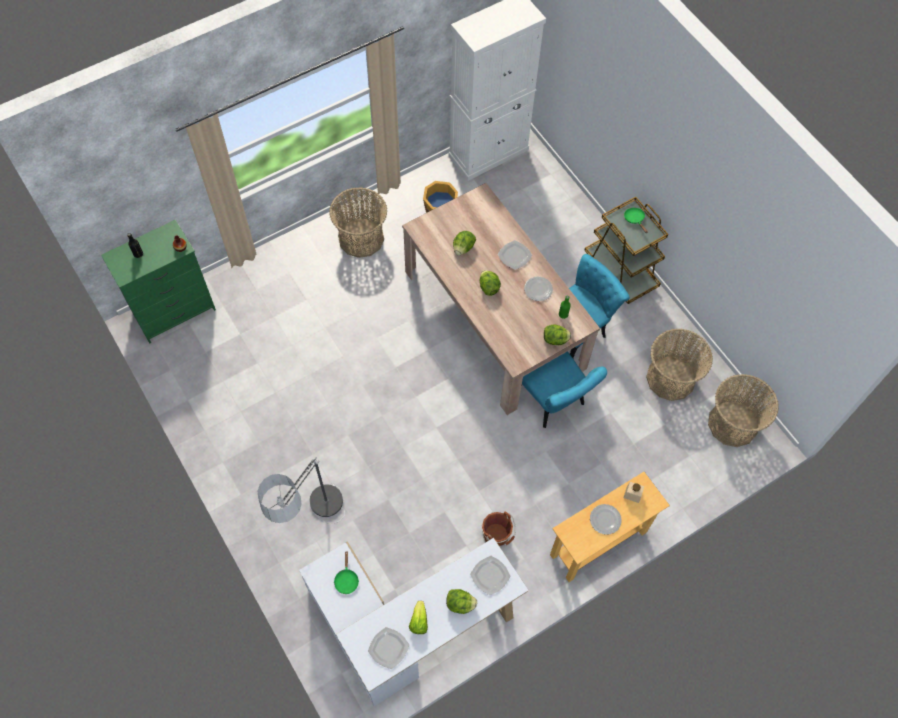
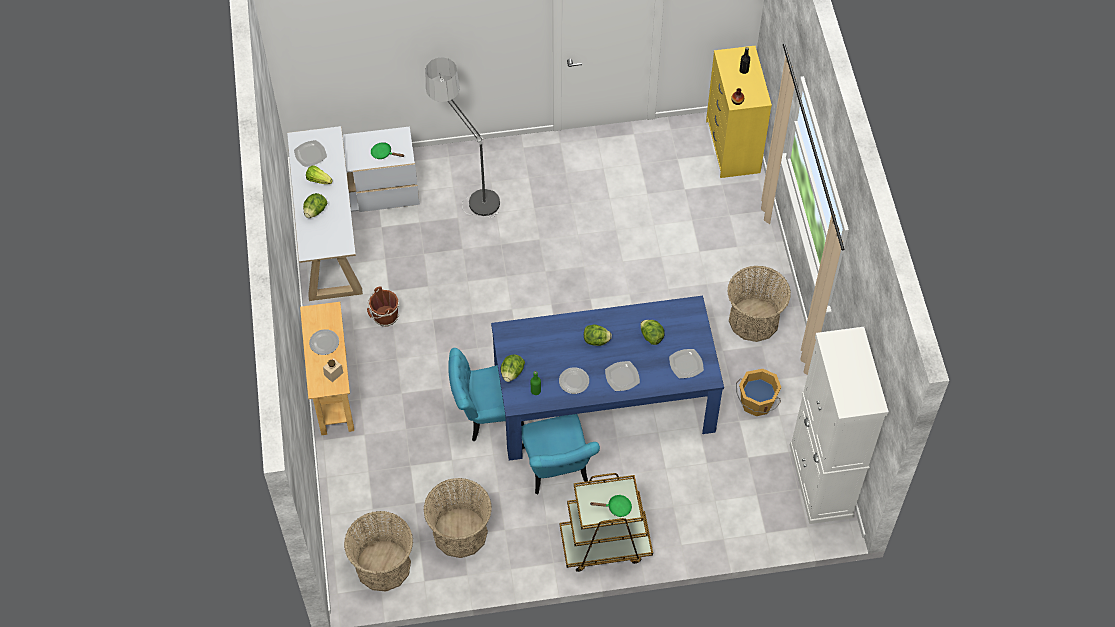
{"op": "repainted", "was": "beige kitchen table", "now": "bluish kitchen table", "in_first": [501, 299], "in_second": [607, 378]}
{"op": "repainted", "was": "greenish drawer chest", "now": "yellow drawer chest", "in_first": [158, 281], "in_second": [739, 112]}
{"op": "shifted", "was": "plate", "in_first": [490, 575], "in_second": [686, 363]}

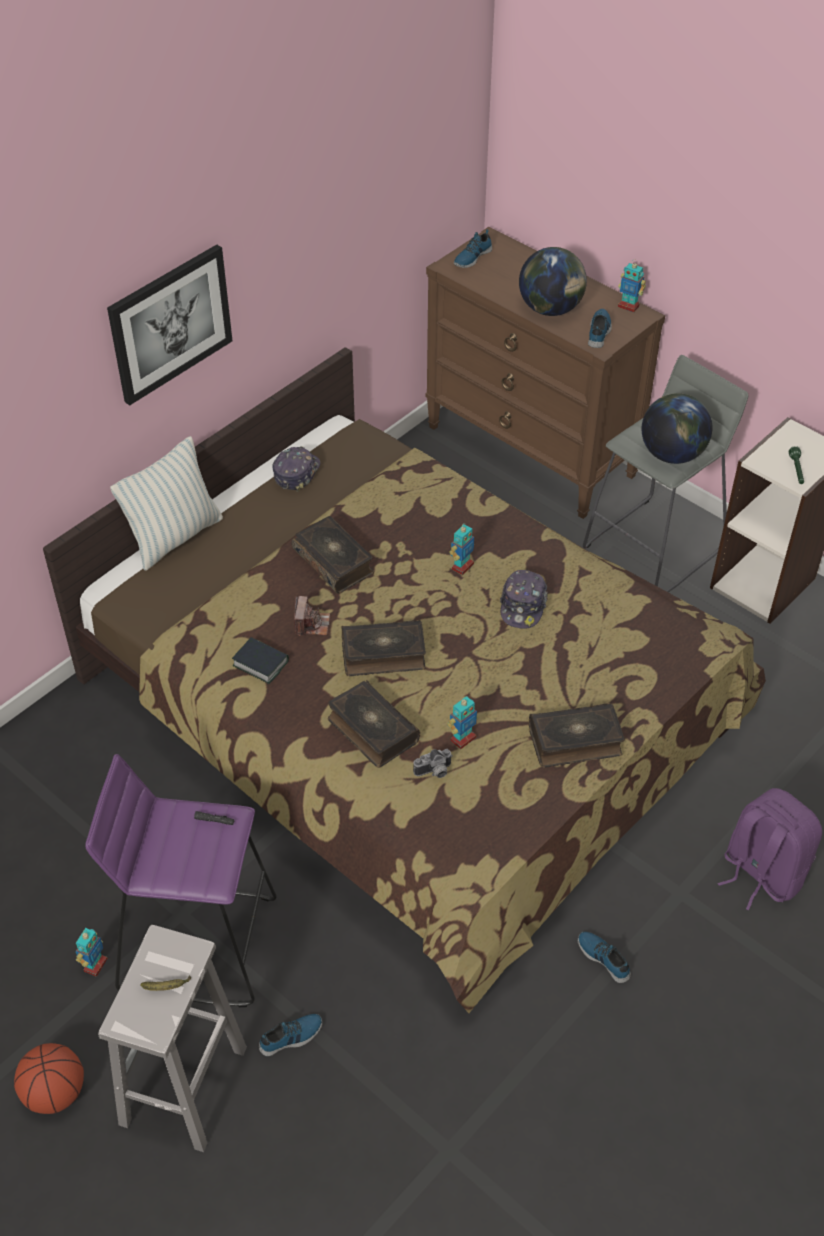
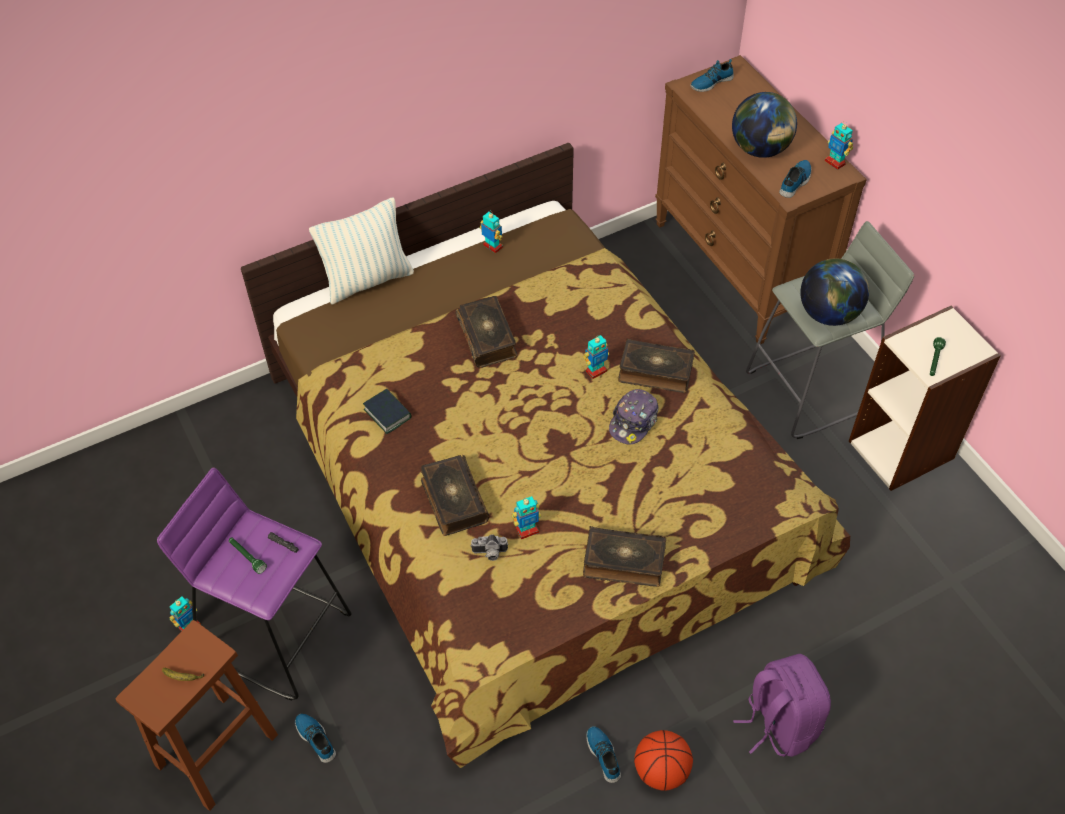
{"op": "gone", "was": "wall art", "in_first": [169, 325]}
{"op": "swapped", "was": "baseball cap", "now": "toy robot", "in_first": [296, 469], "in_second": [491, 231]}
{"op": "gone", "was": "still camera", "in_first": [312, 616]}
{"op": "shifted", "was": "bound book", "in_first": [384, 648], "in_second": [656, 365]}
{"op": "repainted", "was": "white-coloured stool", "now": "brown stool", "in_first": [172, 1038], "in_second": [196, 715]}
{"op": "rotated", "was": "item of footwear", "in_first": [290, 1035], "in_second": [315, 738], "clockwise": -120}
{"op": "shifted", "was": "basketball", "in_first": [49, 1078], "in_second": [663, 760]}
{"op": "new", "now": "greenish hand torch", "in_second": [248, 556]}

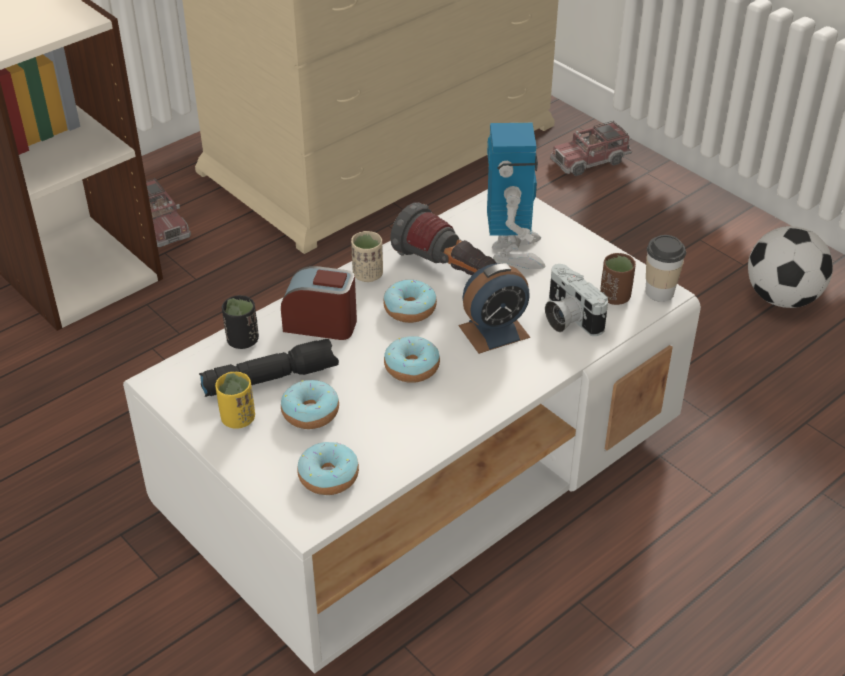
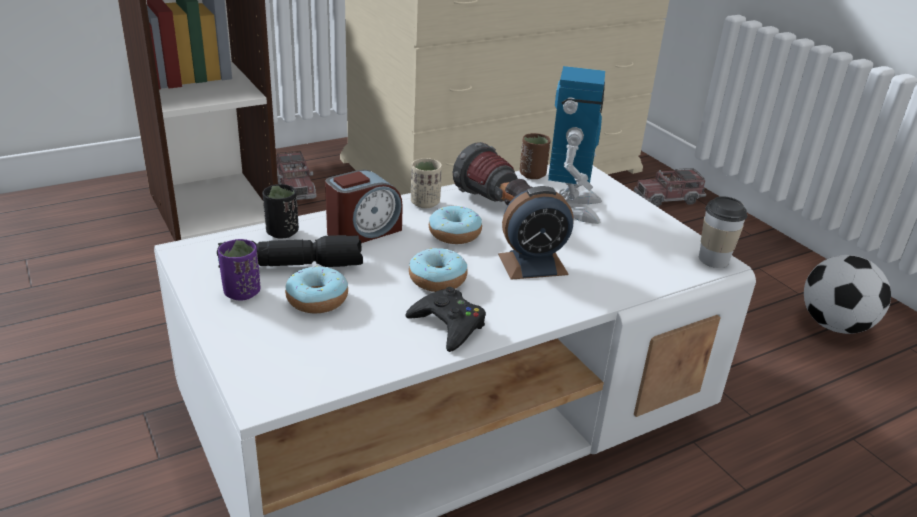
{"op": "shifted", "was": "brown small cup", "in_first": [618, 279], "in_second": [535, 156]}
{"op": "gone", "was": "still camera", "in_first": [576, 300]}
{"op": "rotated", "was": "table clock", "in_first": [319, 303], "in_second": [364, 206], "clockwise": 120}
{"op": "repainted", "was": "yellow small cup", "now": "purplish small cup", "in_first": [235, 400], "in_second": [239, 270]}
{"op": "gone", "was": "ring doughnut", "in_first": [328, 468]}
{"op": "new", "now": "black game controller", "in_second": [445, 319]}

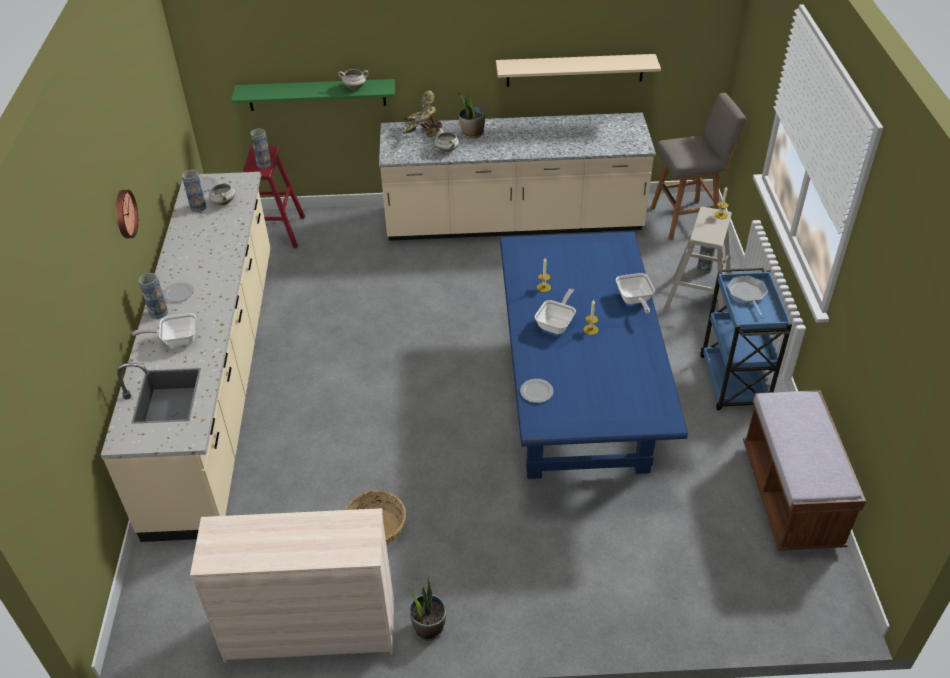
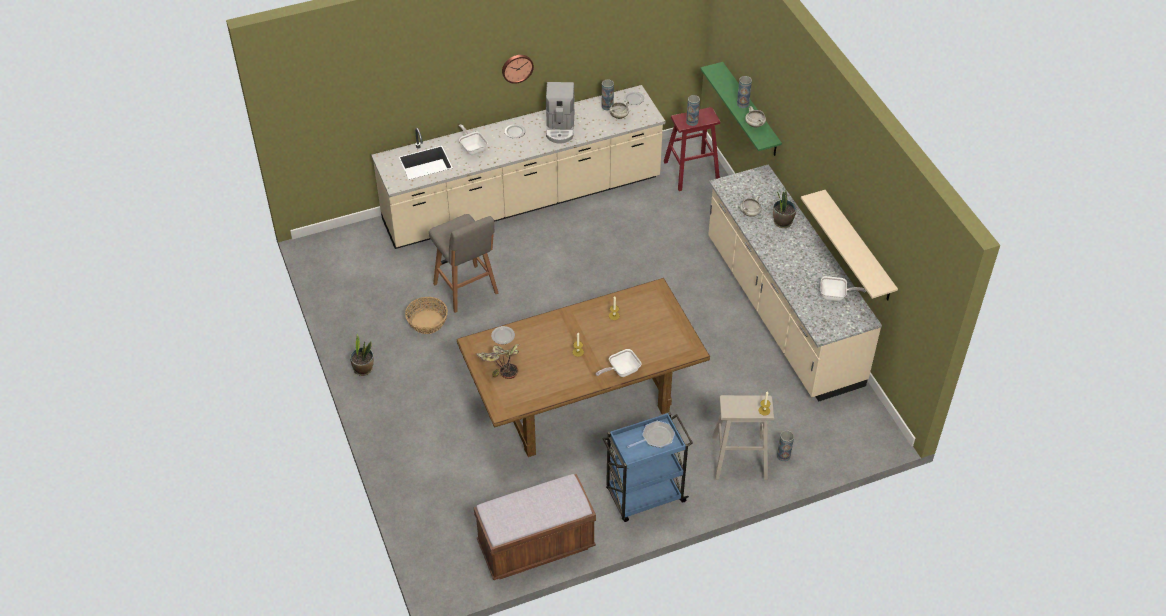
{"op": "shifted", "was": "plant in a pot", "in_first": [423, 114], "in_second": [497, 361]}
{"op": "shifted", "was": "grey stool", "in_first": [698, 166], "in_second": [464, 263]}
{"op": "repainted", "was": "bluish kitchen table", "now": "brown kitchen table", "in_first": [594, 355], "in_second": [583, 367]}
{"op": "shifted", "was": "flower vase", "in_first": [153, 296], "in_second": [744, 92]}
{"op": "shifted", "was": "pan", "in_first": [555, 311], "in_second": [843, 288]}
{"op": "gone", "was": "beige drawer chest", "in_first": [292, 585]}
{"op": "new", "now": "coffee brewer", "in_second": [560, 113]}

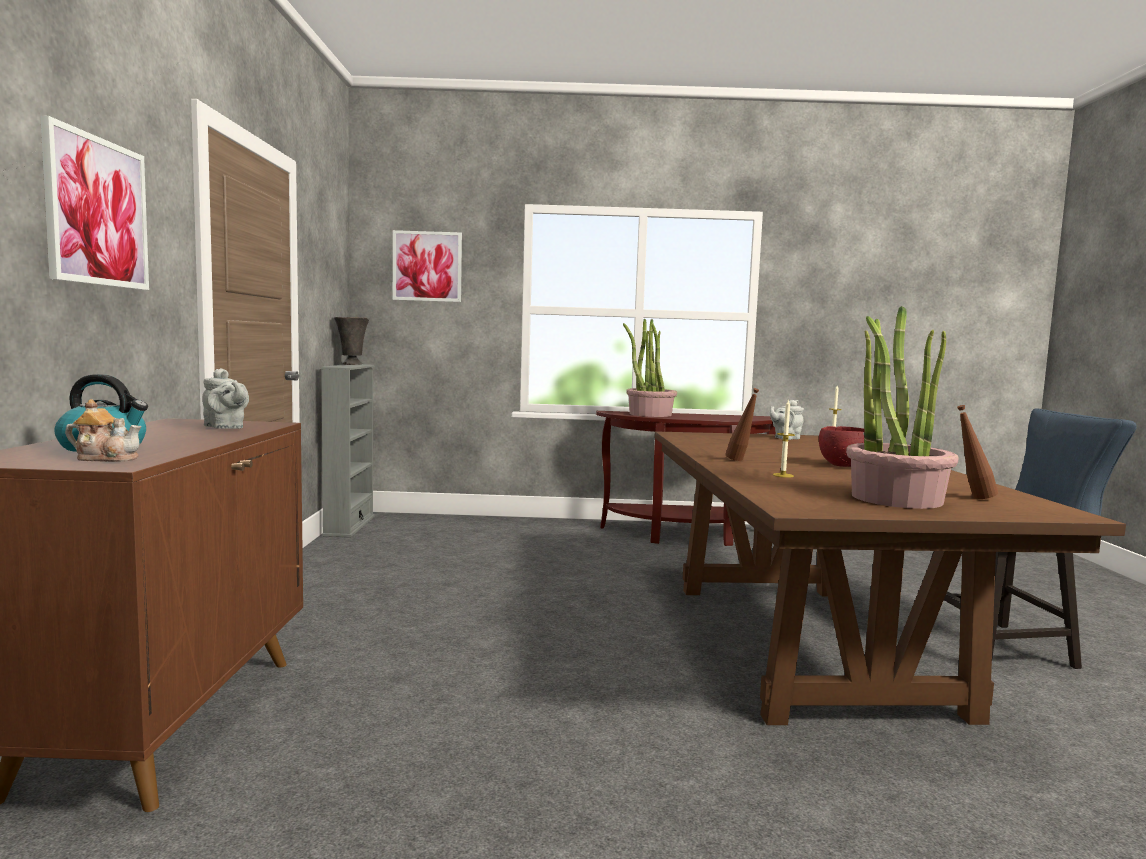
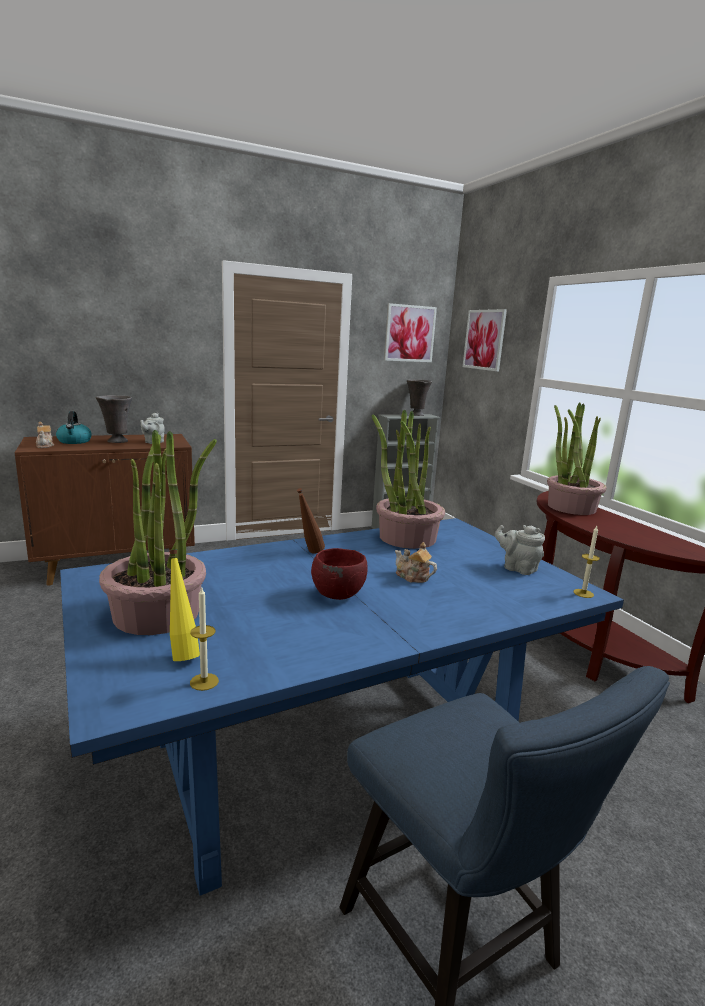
{"op": "shifted", "was": "wall art", "in_first": [94, 202], "in_second": [410, 332]}
{"op": "shifted", "was": "wax light", "in_first": [784, 439], "in_second": [204, 638]}
{"op": "repainted", "was": "brown drink bottle", "now": "yellow drink bottle", "in_first": [977, 452], "in_second": [184, 605]}
{"op": "repainted", "was": "brown kitchen table", "now": "bluish kitchen table", "in_first": [890, 578], "in_second": [342, 707]}
{"op": "new", "now": "grey flower vase", "in_second": [114, 419]}
{"op": "new", "now": "plant in a pot", "in_second": [408, 479]}
{"op": "new", "now": "tea pot", "in_second": [416, 562]}

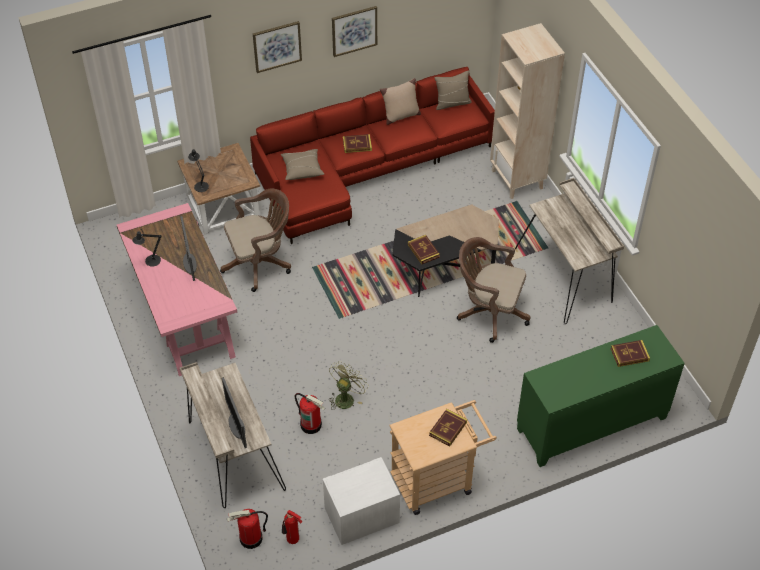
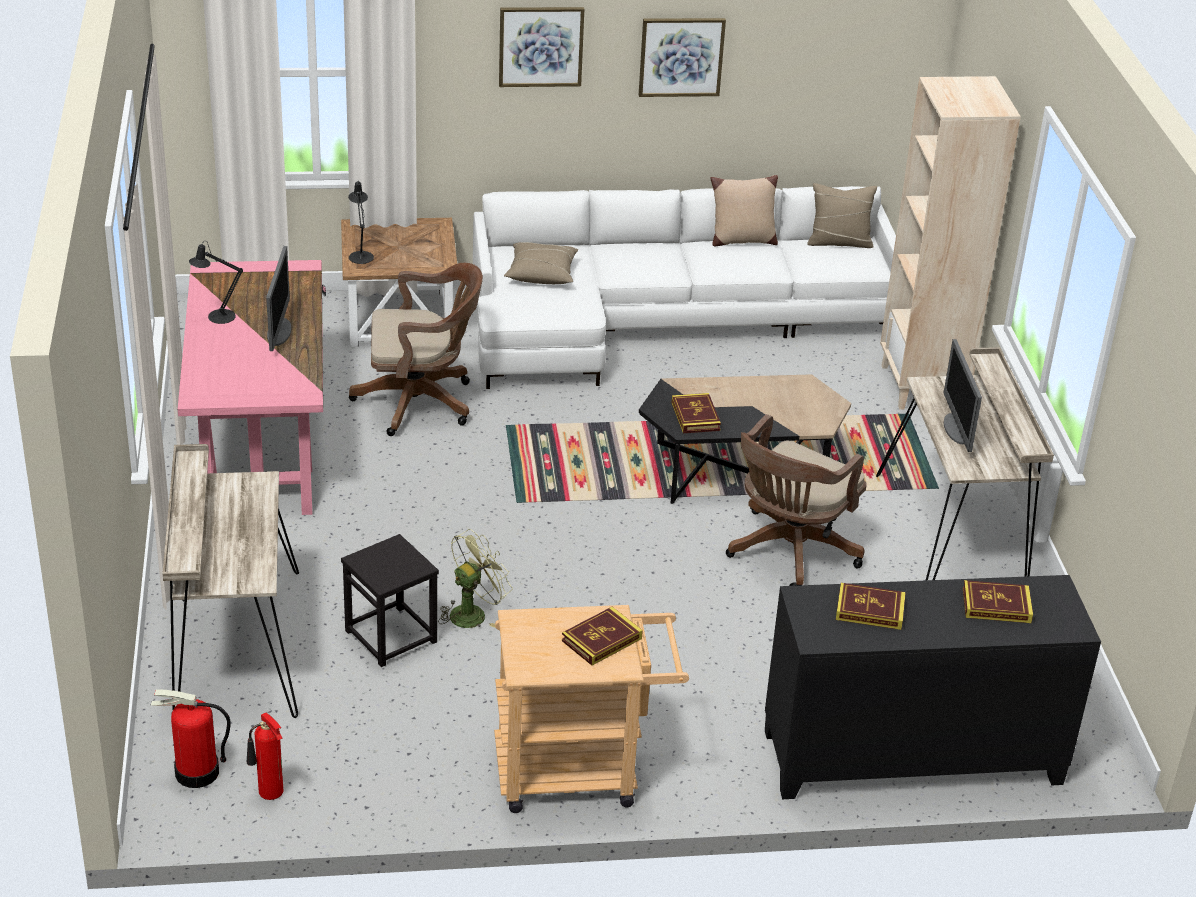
{"op": "repainted", "was": "red-coloured settee", "now": "white-coloured settee", "in_first": [372, 155], "in_second": [684, 287]}
{"op": "shifted", "was": "bound book", "in_first": [357, 143], "in_second": [871, 606]}
{"op": "rotated", "was": "brown office chair", "in_first": [494, 290], "in_second": [796, 500], "clockwise": -90}
{"op": "repainted", "was": "greenish cabinet", "now": "black cabinet", "in_first": [601, 396], "in_second": [933, 687]}
{"op": "shifted", "was": "monitor", "in_first": [234, 412], "in_second": [963, 395]}
{"op": "swapped", "was": "extinguisher", "now": "black stool", "in_first": [310, 413], "in_second": [390, 600]}
{"op": "gone", "was": "white-coloured bedside table", "in_first": [361, 501]}

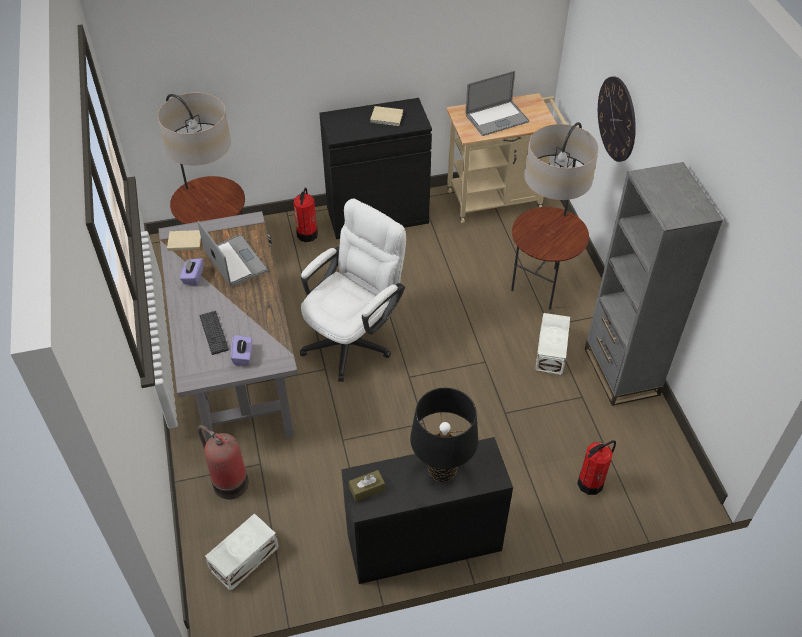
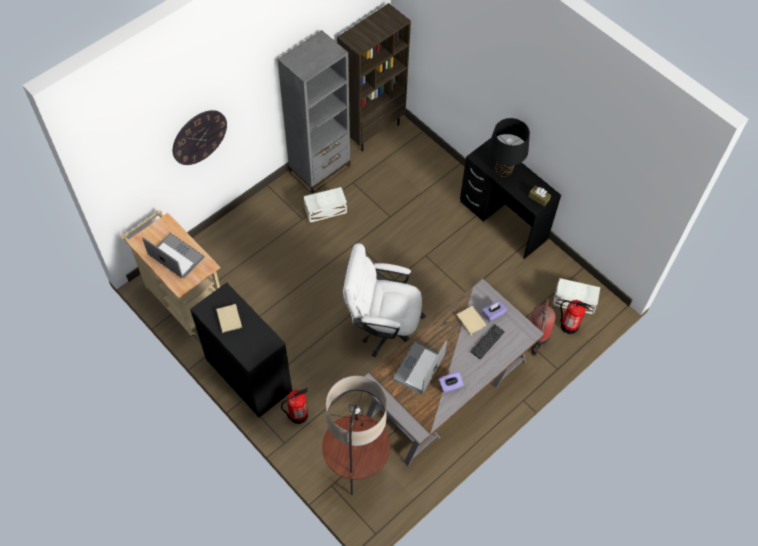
{"op": "gone", "was": "floor lamp", "in_first": [555, 215]}
{"op": "shifted", "was": "beige bound book", "in_first": [184, 240], "in_second": [471, 320]}
{"op": "shifted", "was": "extinguisher", "in_first": [596, 467], "in_second": [575, 317]}
{"op": "new", "now": "brown shelving unit", "in_second": [374, 77]}

